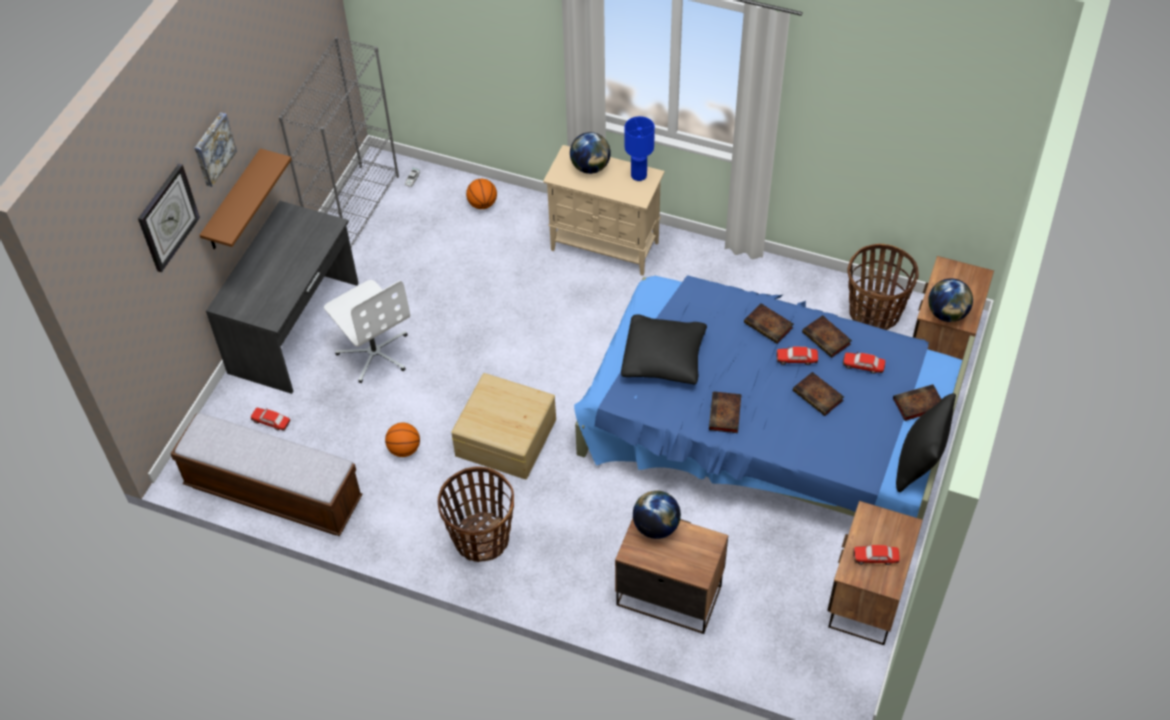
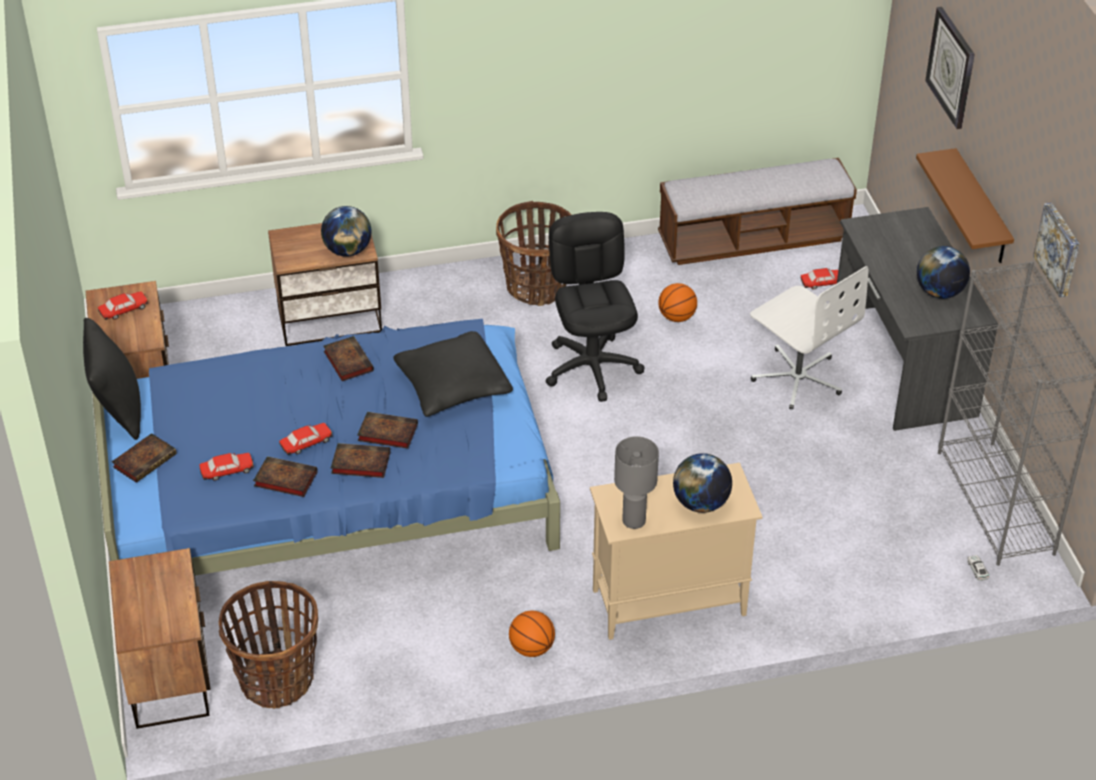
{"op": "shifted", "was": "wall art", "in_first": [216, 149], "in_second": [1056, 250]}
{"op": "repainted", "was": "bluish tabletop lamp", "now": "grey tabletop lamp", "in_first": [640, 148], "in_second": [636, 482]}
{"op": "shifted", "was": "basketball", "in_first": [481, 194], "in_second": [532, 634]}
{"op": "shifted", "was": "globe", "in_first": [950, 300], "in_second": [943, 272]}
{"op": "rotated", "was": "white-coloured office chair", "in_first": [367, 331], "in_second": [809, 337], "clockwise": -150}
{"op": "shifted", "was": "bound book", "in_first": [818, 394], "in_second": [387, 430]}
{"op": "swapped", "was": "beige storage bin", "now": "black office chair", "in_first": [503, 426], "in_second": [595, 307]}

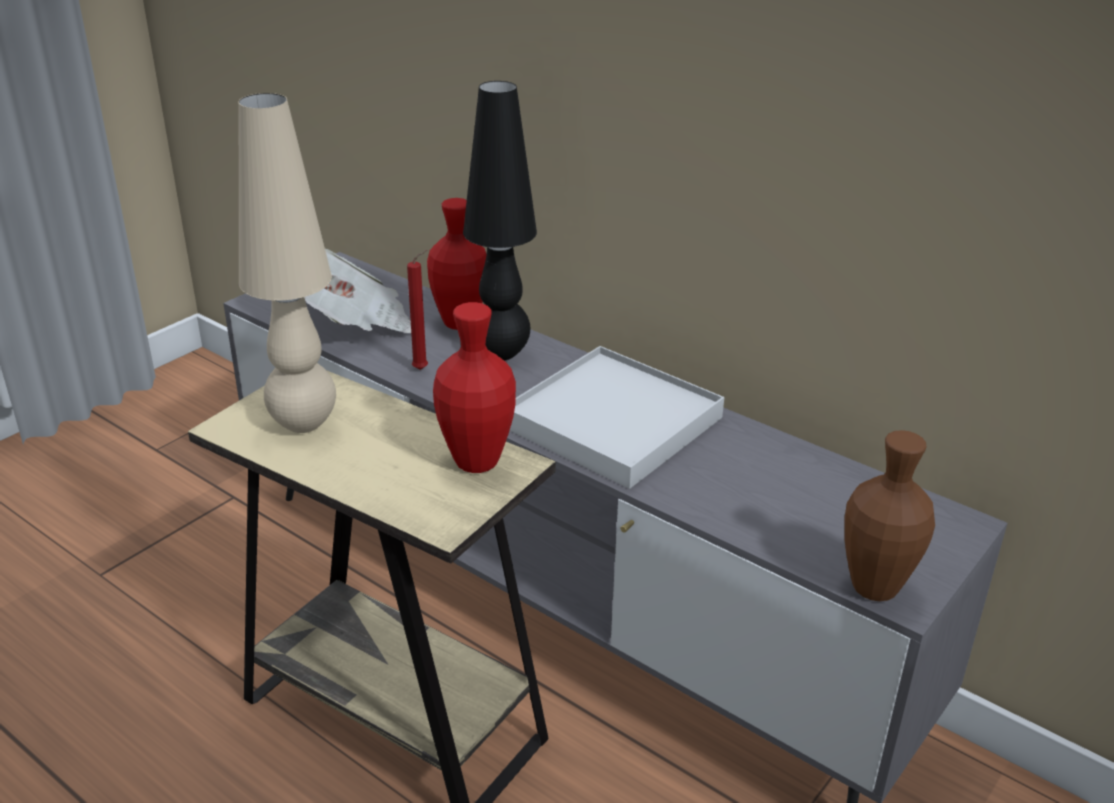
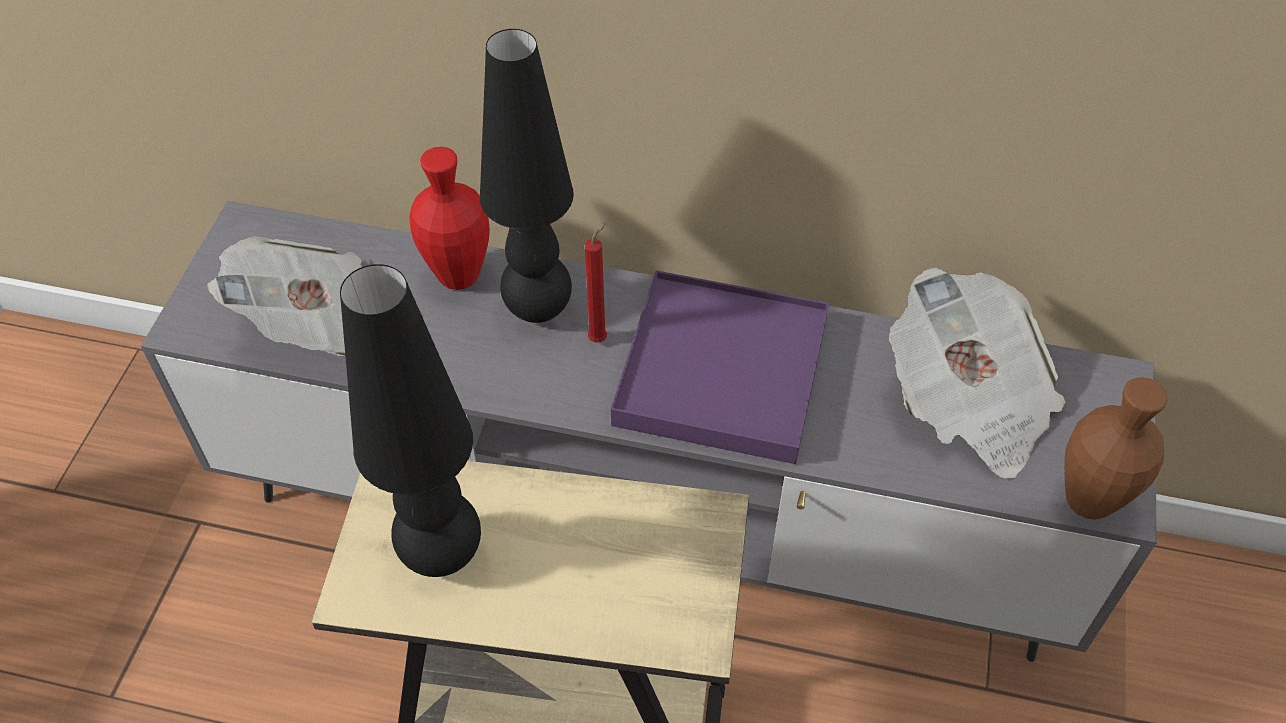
{"op": "repainted", "was": "beige tabletop lamp", "now": "black tabletop lamp", "in_first": [287, 263], "in_second": [410, 420]}
{"op": "shifted", "was": "red-coloured wax light", "in_first": [417, 310], "in_second": [596, 283]}
{"op": "gone", "was": "red-coloured flower vase", "in_first": [474, 387]}
{"op": "repainted", "was": "white-coloured tray", "now": "purplish tray", "in_first": [617, 417], "in_second": [720, 367]}
{"op": "new", "now": "newspaper", "in_second": [977, 373]}

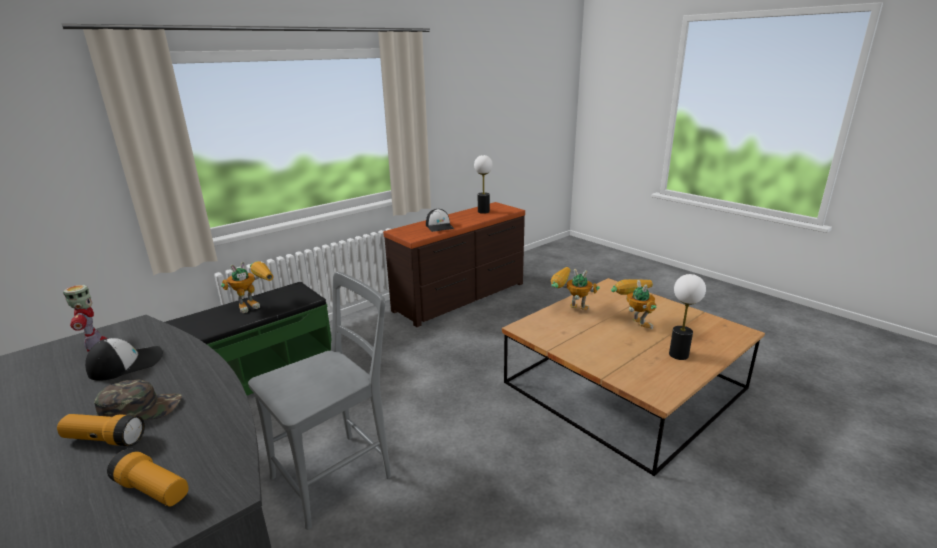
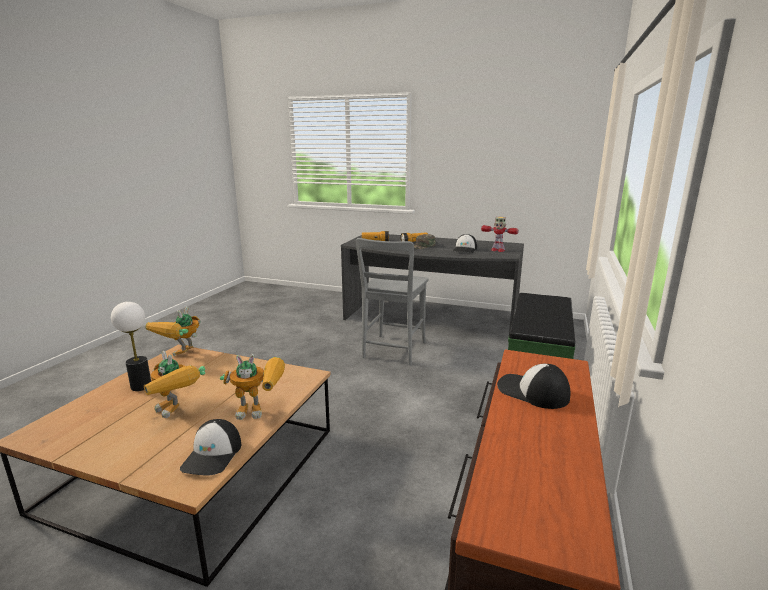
{"op": "gone", "was": "tabletop lamp", "in_first": [483, 184]}
{"op": "shifted", "was": "toy robot", "in_first": [247, 287], "in_second": [173, 331]}
{"op": "new", "now": "baseball cap", "in_second": [210, 447]}

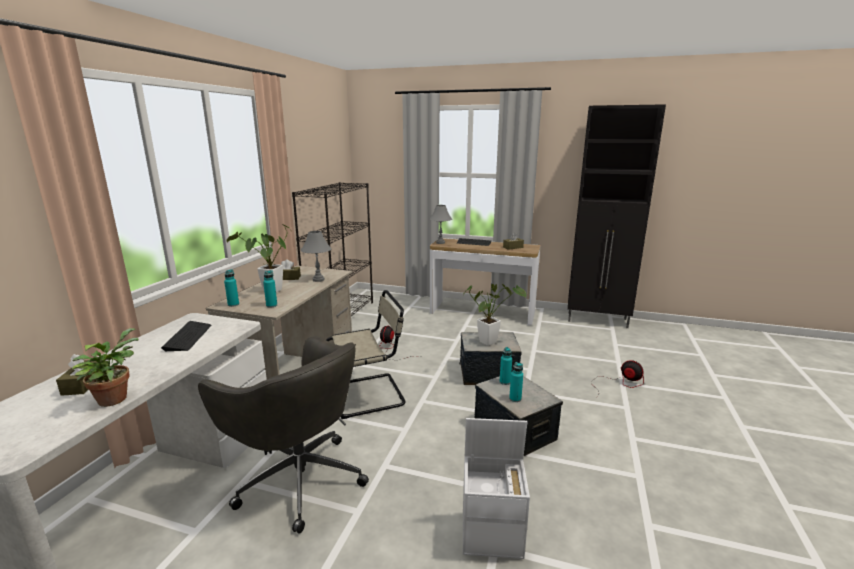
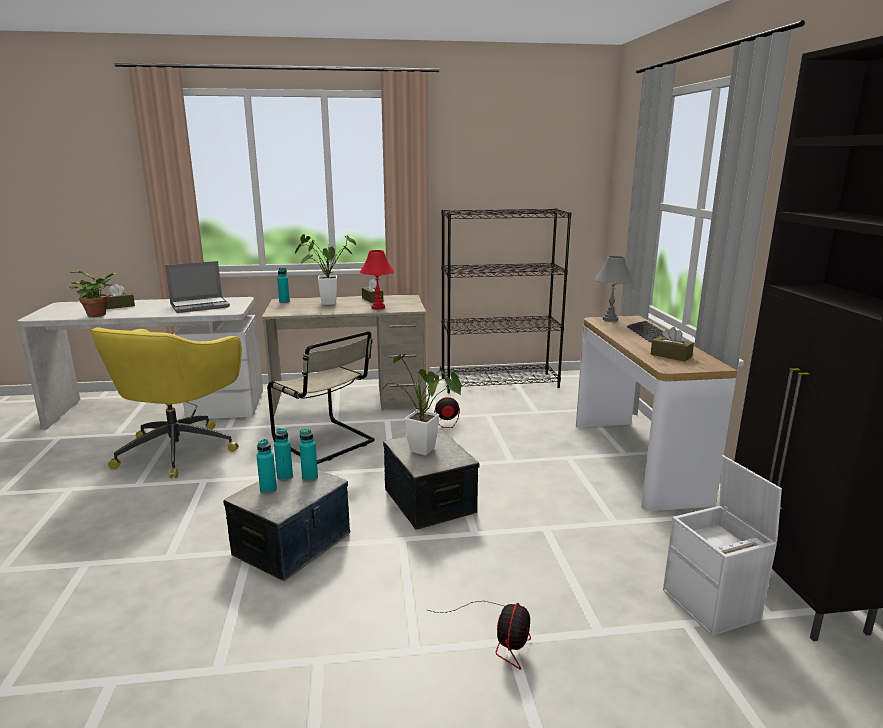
{"op": "repainted", "was": "grey tabletop lamp", "now": "red-coloured tabletop lamp", "in_first": [316, 256], "in_second": [377, 280]}
{"op": "shifted", "was": "turquoise-coloured drink bottle", "in_first": [270, 288], "in_second": [283, 454]}
{"op": "swapped", "was": "PC keyboard", "now": "portable computer", "in_first": [186, 336], "in_second": [197, 287]}
{"op": "repainted", "was": "grey office chair", "now": "yellow office chair", "in_first": [283, 435], "in_second": [166, 402]}
{"op": "shifted", "was": "white-coloured storage bin", "in_first": [496, 488], "in_second": [722, 545]}

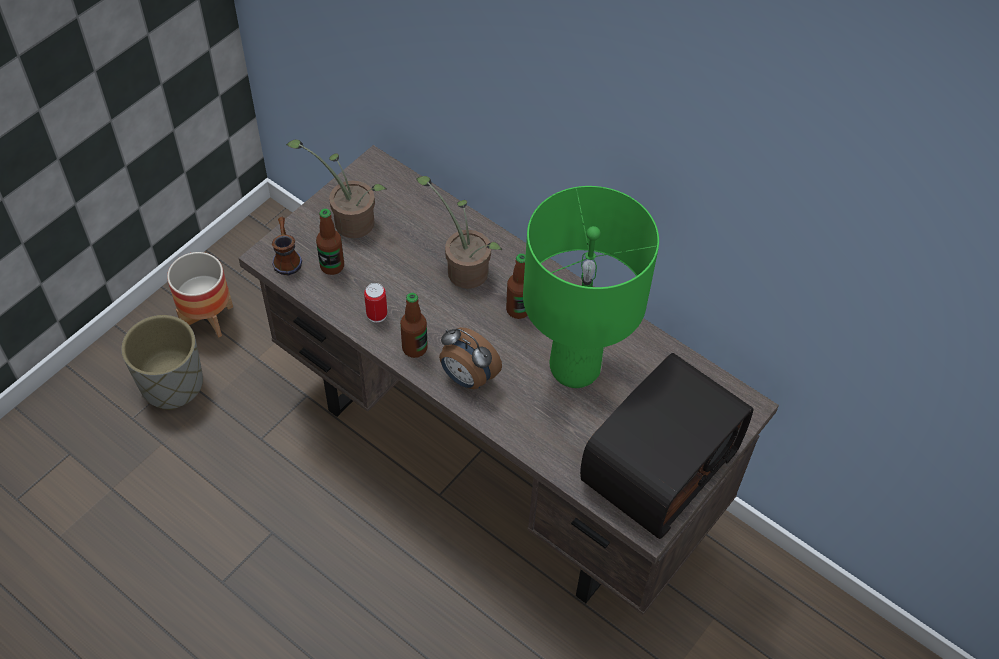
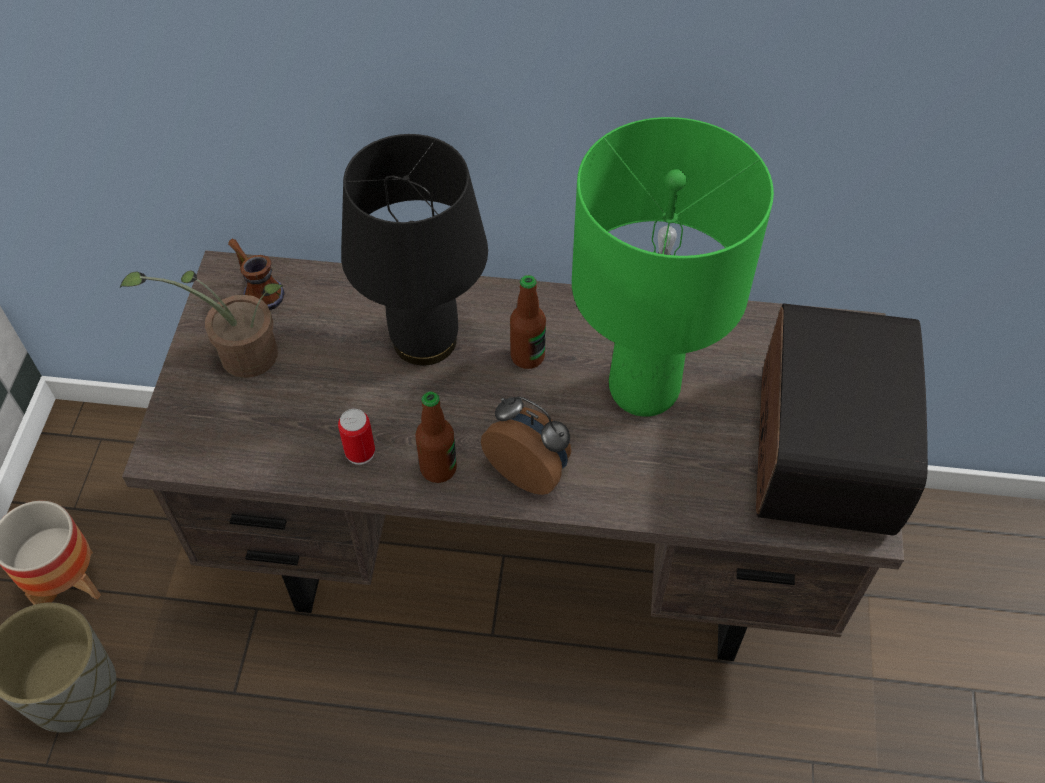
{"op": "swapped", "was": "plant in a pot", "now": "black tabletop lamp", "in_first": [459, 232], "in_second": [414, 250]}
{"op": "gone", "was": "drink bottle", "in_first": [330, 242]}
{"op": "shifted", "was": "coffee mug", "in_first": [287, 246], "in_second": [256, 274]}
{"op": "rotated", "was": "table clock", "in_first": [470, 358], "in_second": [526, 445], "clockwise": -150}

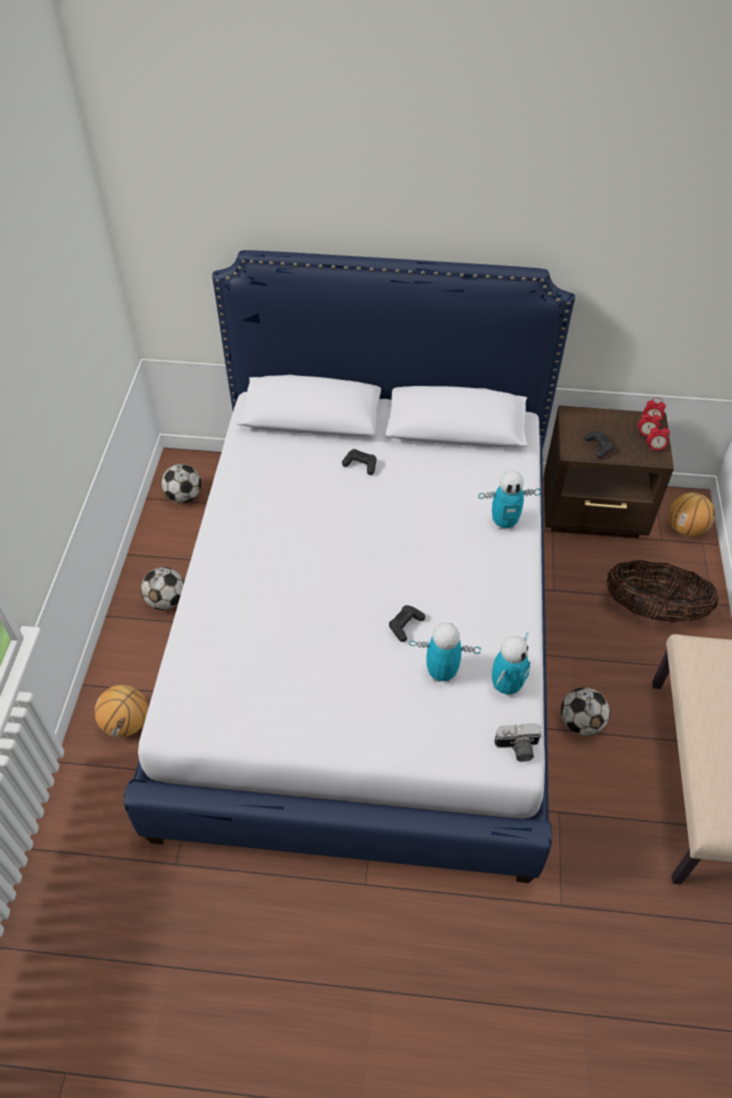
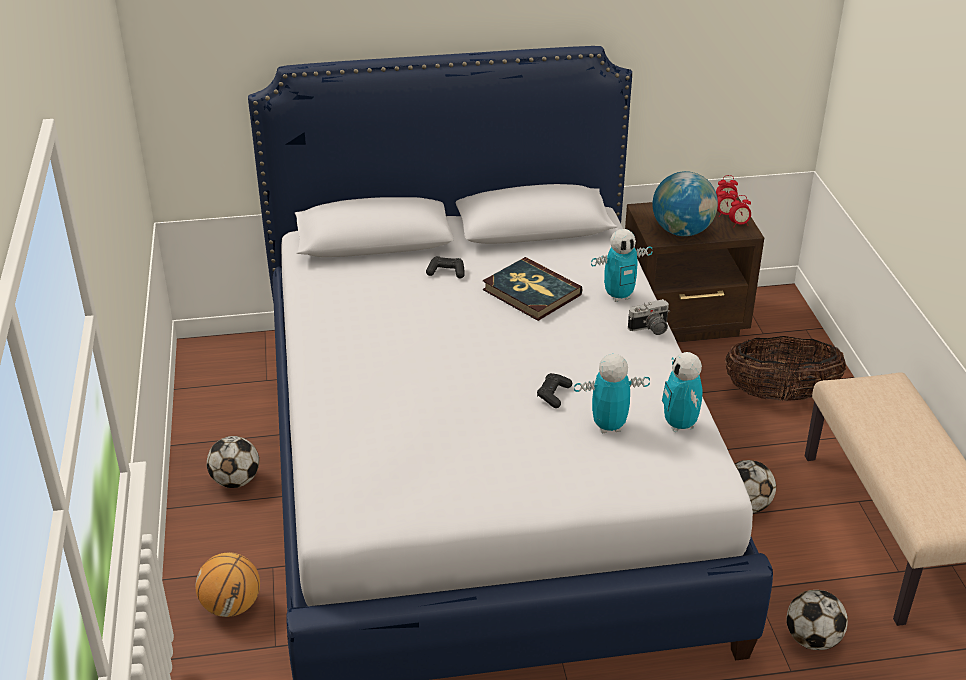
{"op": "swapped", "was": "black game controller", "now": "globe", "in_first": [599, 444], "in_second": [685, 203]}
{"op": "shifted", "was": "ball for football", "in_first": [181, 483], "in_second": [817, 620]}
{"op": "gone", "was": "basketball", "in_first": [691, 514]}
{"op": "rotated", "was": "toy robot", "in_first": [511, 664], "in_second": [682, 392], "clockwise": 150}
{"op": "shifted", "was": "still camera", "in_first": [518, 742], "in_second": [649, 317]}
{"op": "new", "now": "bound book", "in_second": [532, 289]}

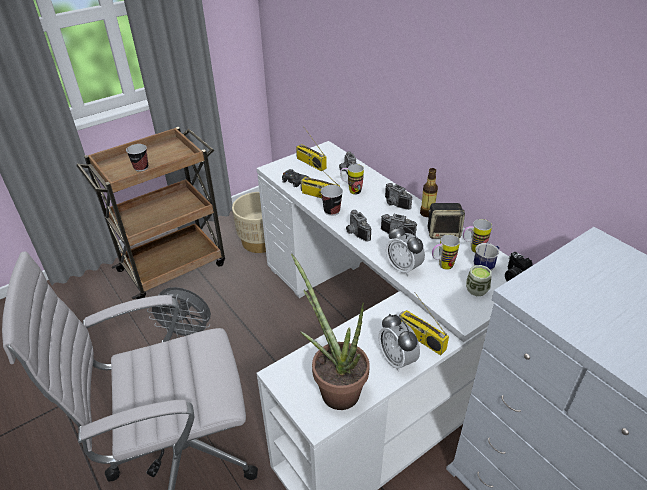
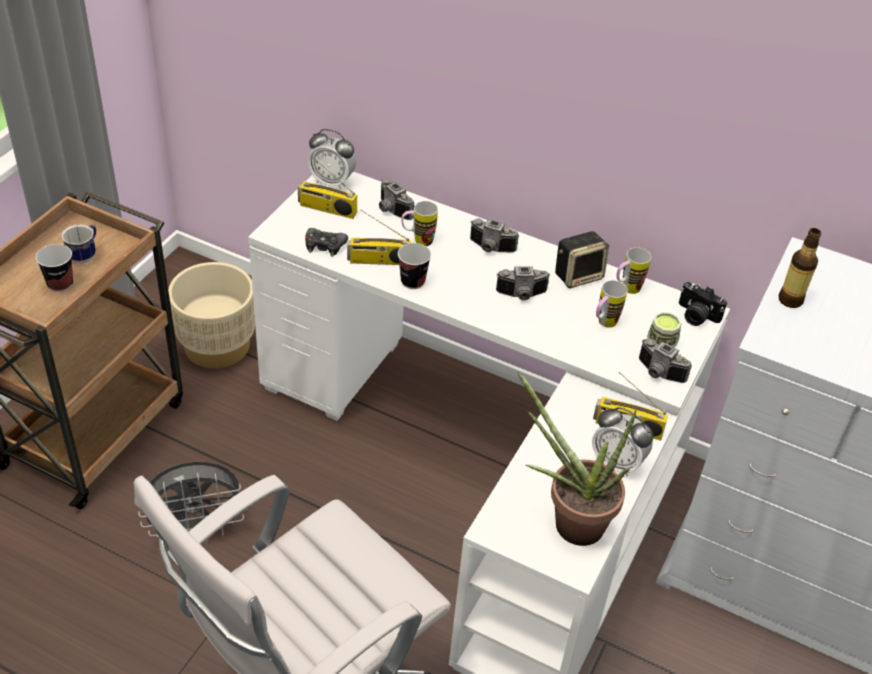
{"op": "shifted", "was": "drink bottle", "in_first": [429, 192], "in_second": [800, 268]}
{"op": "shifted", "was": "still camera", "in_first": [358, 225], "in_second": [665, 361]}
{"op": "shifted", "was": "table clock", "in_first": [405, 250], "in_second": [332, 159]}
{"op": "shifted", "was": "coffee mug", "in_first": [486, 256], "in_second": [78, 244]}

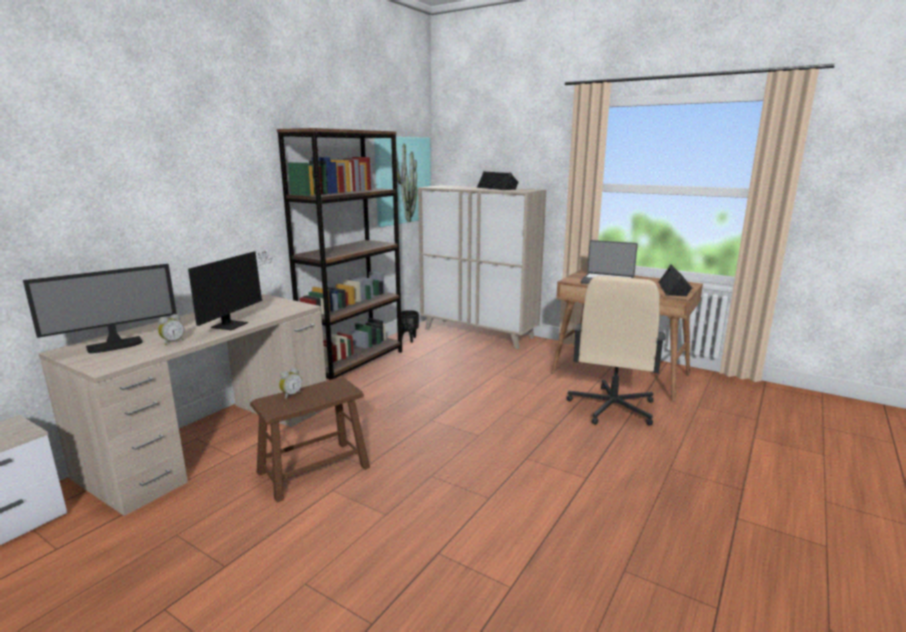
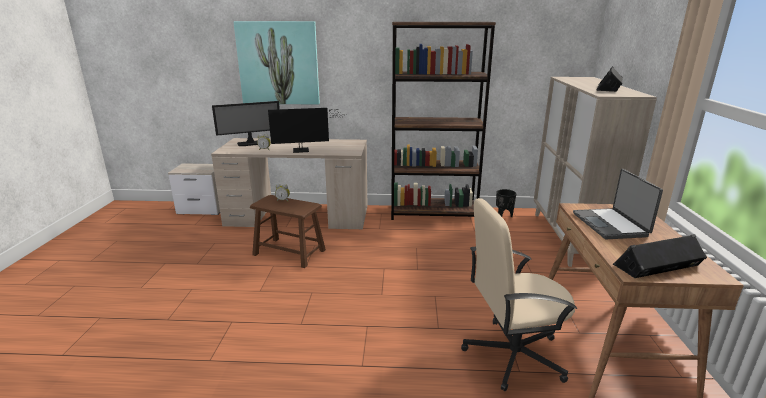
{"op": "shifted", "was": "wall art", "in_first": [402, 182], "in_second": [276, 63]}
{"op": "rotated", "was": "monitor", "in_first": [100, 308], "in_second": [246, 123], "clockwise": -45}

